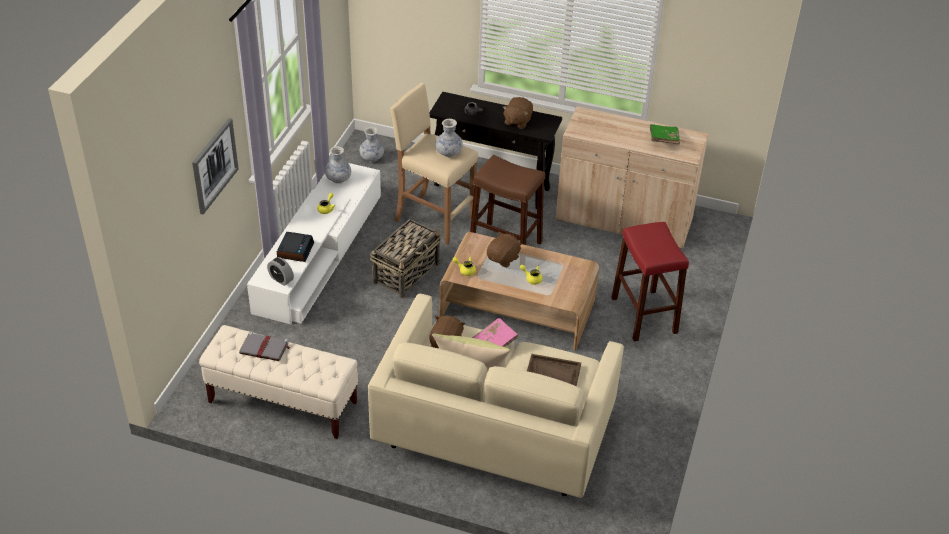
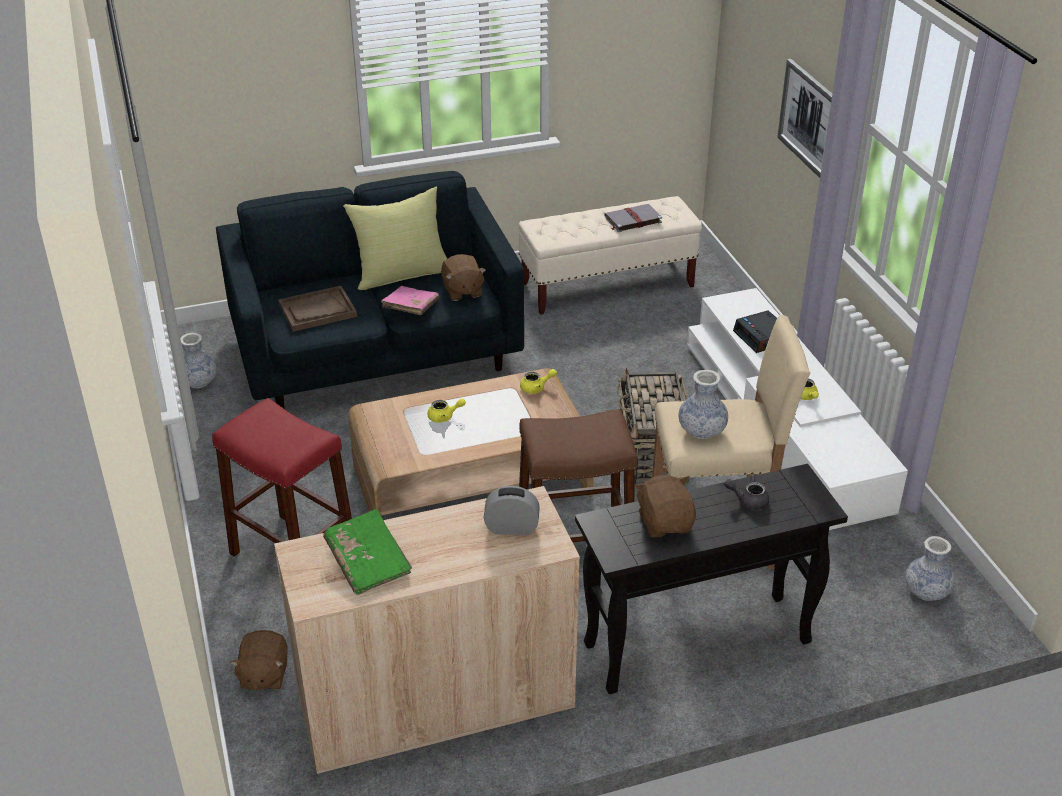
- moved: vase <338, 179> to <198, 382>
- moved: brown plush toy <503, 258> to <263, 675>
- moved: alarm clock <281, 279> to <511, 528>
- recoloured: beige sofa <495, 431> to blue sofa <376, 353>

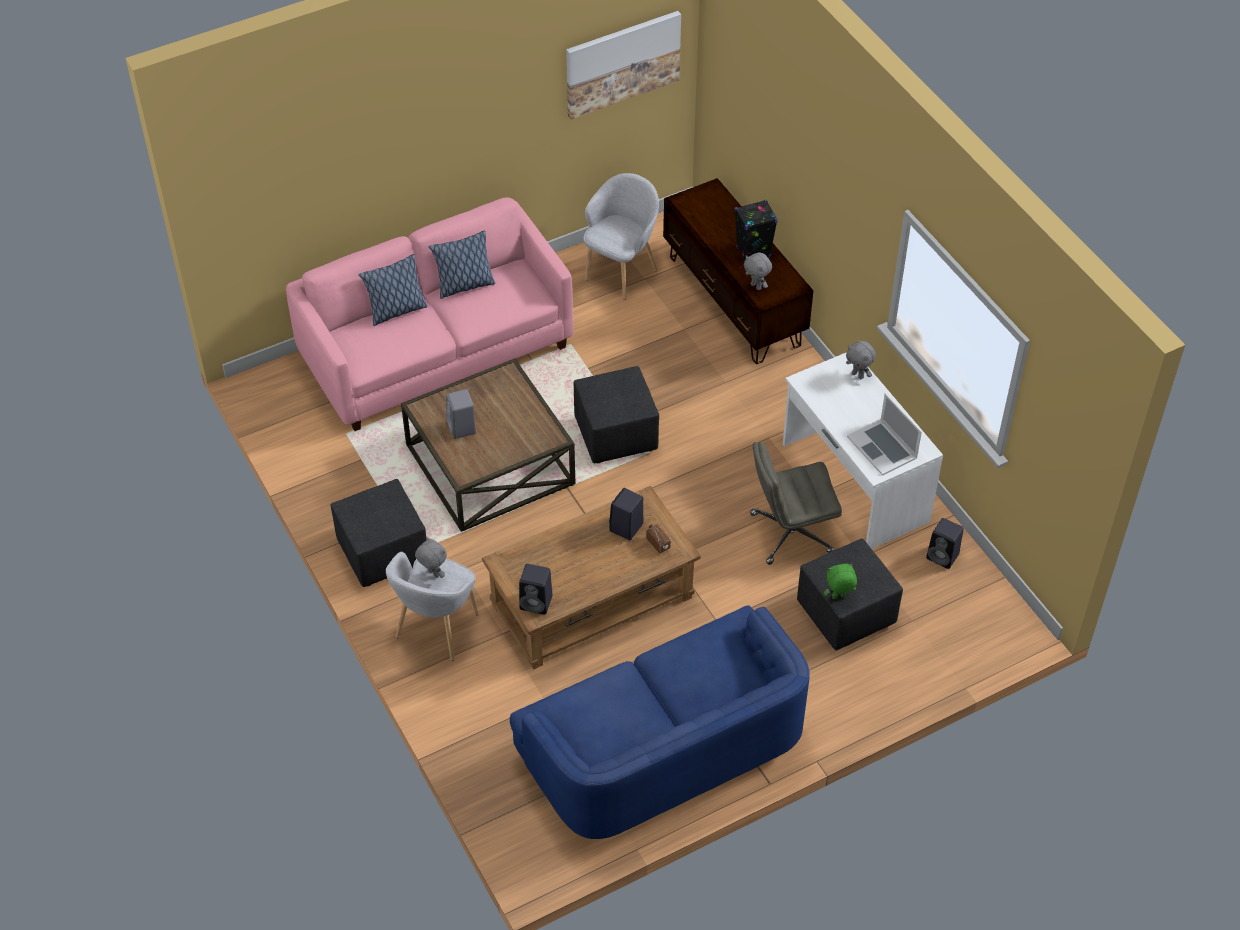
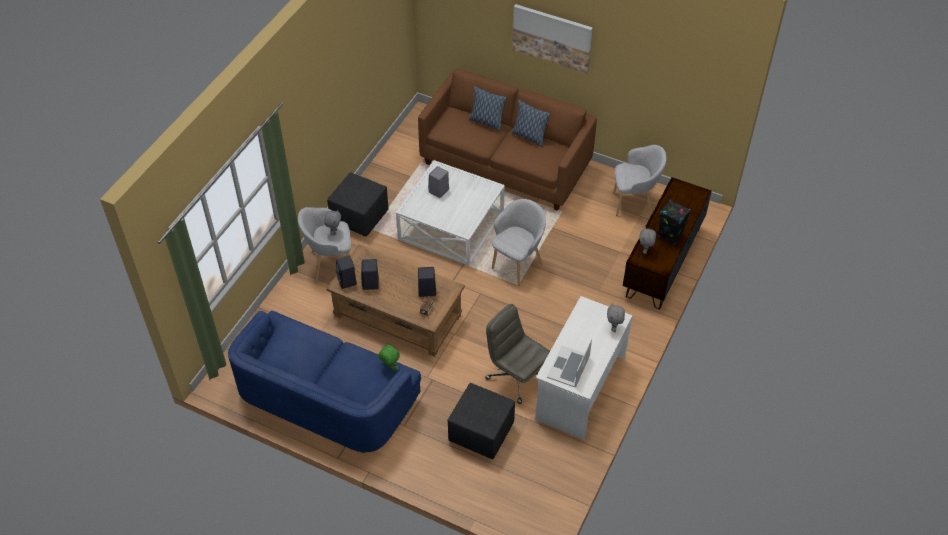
- moved: picture <622, 63> to <552, 37>
- recoloured: pink sofa <437, 351> to brown sofa <506, 164>
- recoloured: brown coffee table <489, 463> to white coffee table <451, 225>
- replaced: black ottoman <616, 435> to grey armchair <517, 264>
- moved: black speaker <943, 556> to <371, 283>
- moved: green plush toy <838, 597> to <390, 367>

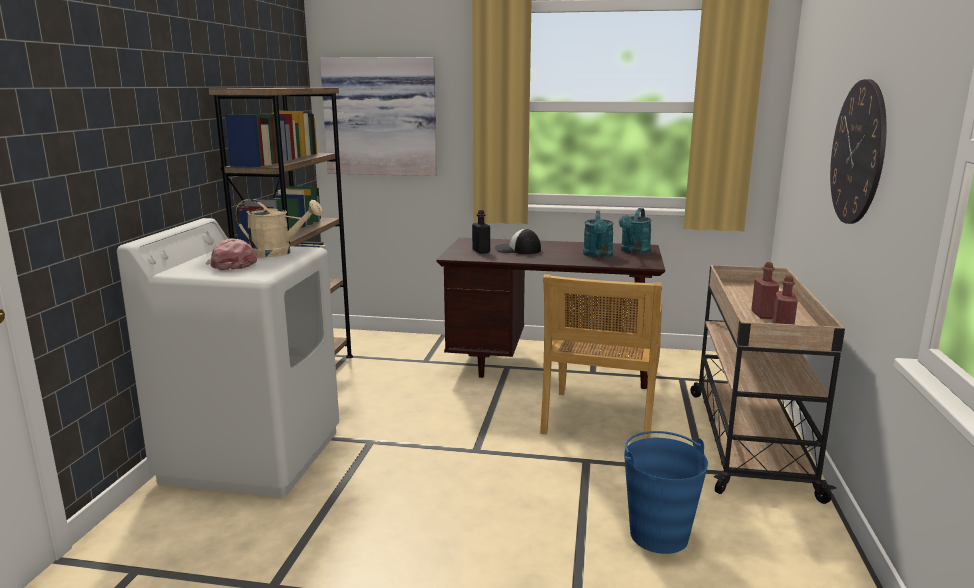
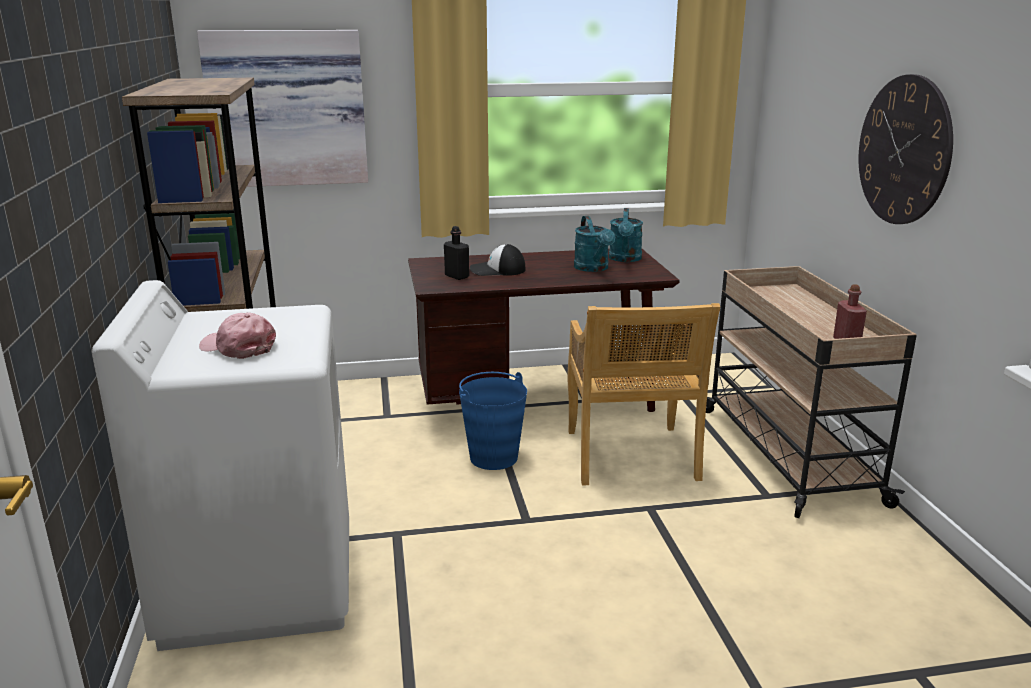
- removed: beige watering can <278, 253>
- removed: red bottle <762, 315>
- moved: blue bucket <658, 535> to <493, 457>

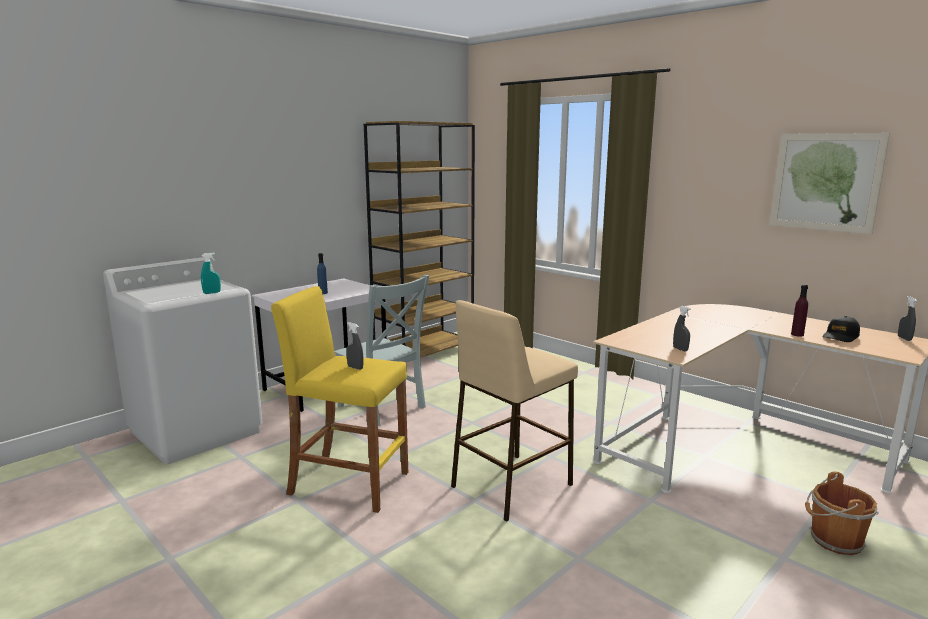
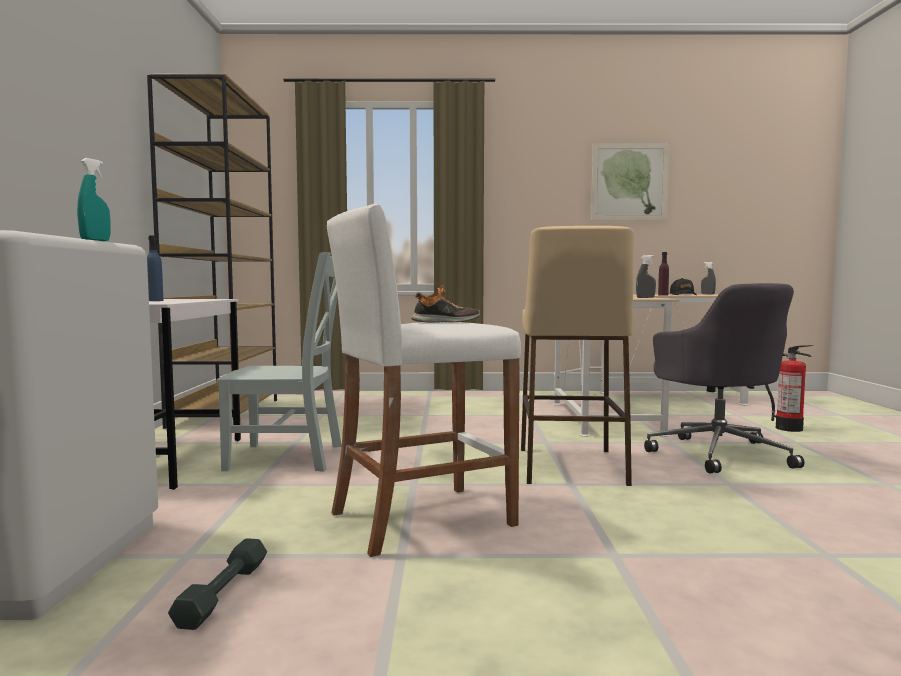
- recoloured: yellow stool <348, 483> to white stool <421, 519>
- replaced: grey spray bottle <355, 368> to shoe <446, 322>
- replaced: brown bucket <834, 541> to fire extinguisher <788, 428>
- added: grey office chair <718, 453>
- added: grey dumbbell <222, 593>

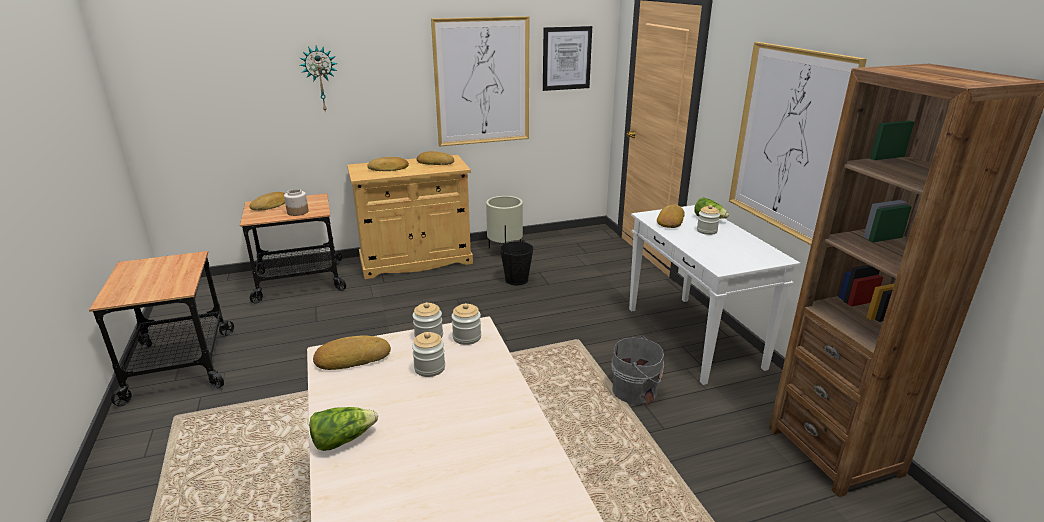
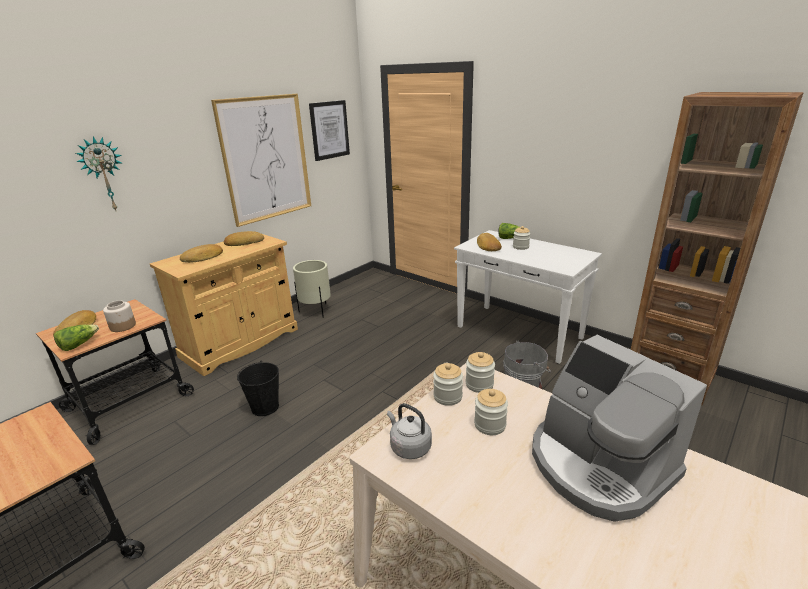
- removed: picture <788, 141>
- moved: black bucket <517, 280> to <265, 407>
- replaced: bread <352, 357> to grey kettle <409, 447>
- moved: lettuce <343, 439> to <79, 344>
- added: coffee machine <598, 465>

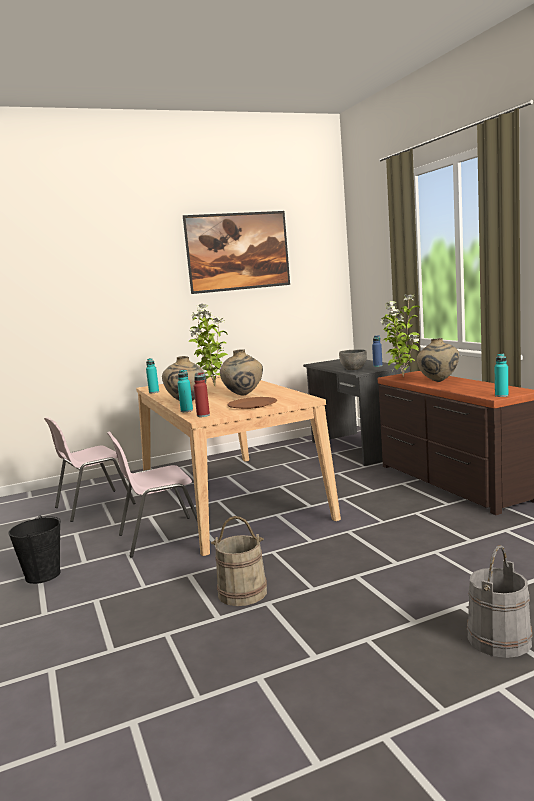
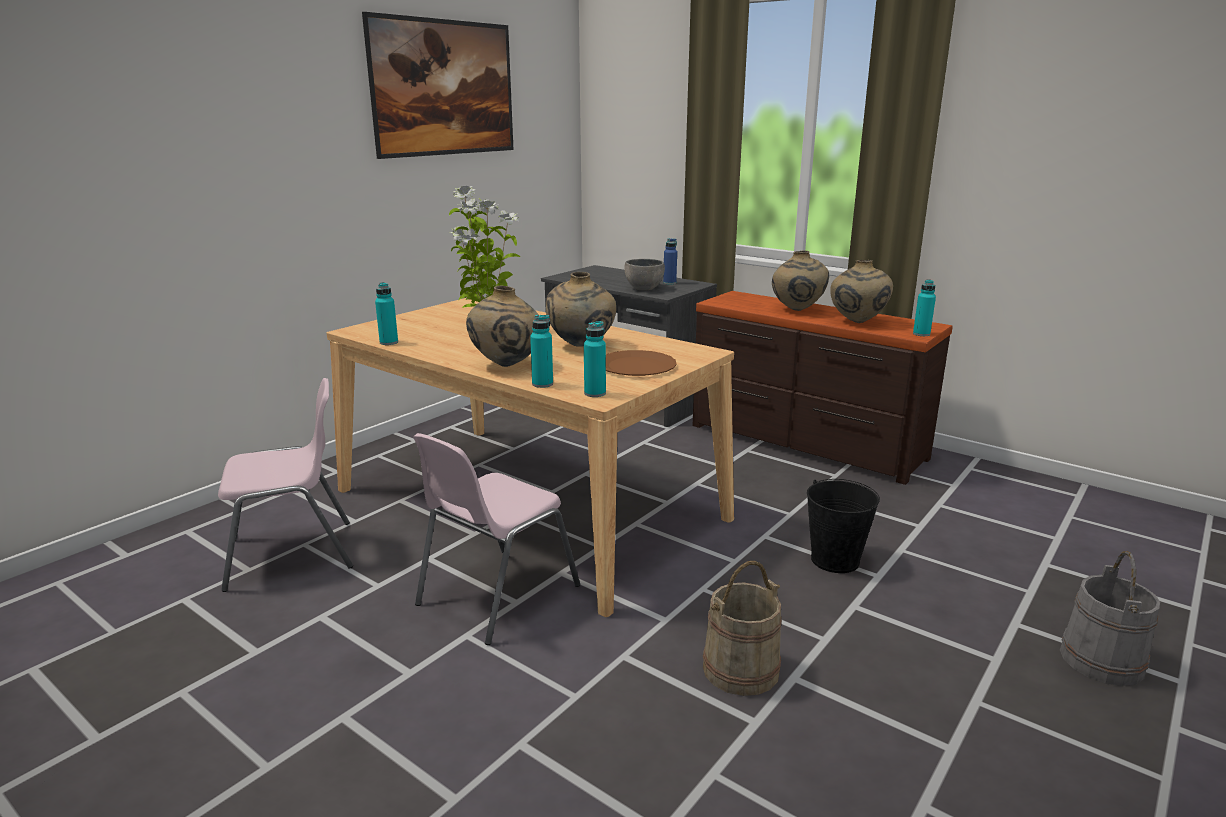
- removed: potted plant <402, 376>
- recoloured: red bottle <203, 415> to turquoise bottle <595, 393>
- turned: pink chair <93, 506> = <293, 554> 135 degrees counterclockwise
- moved: black bucket <42, 575> to <835, 560>
- added: beige vase <857, 322>

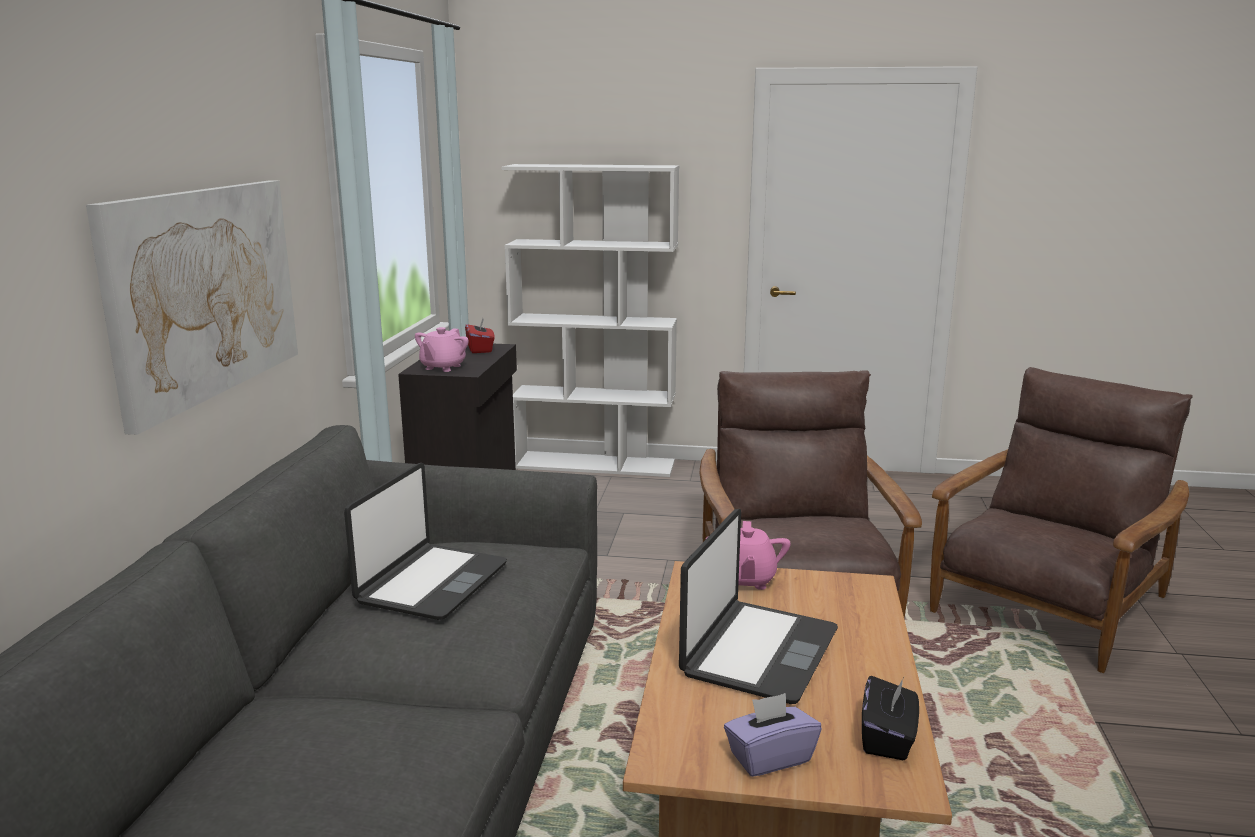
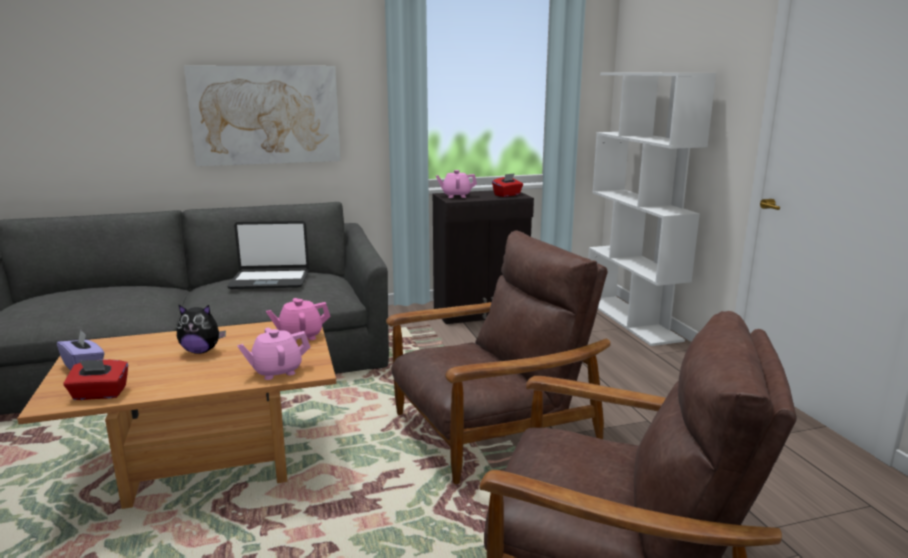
- replaced: laptop <758, 652> to plush toy <201, 351>
- recoloured: black tissue box <887, 738> to red tissue box <99, 394>
- added: pink teapot <276, 371>

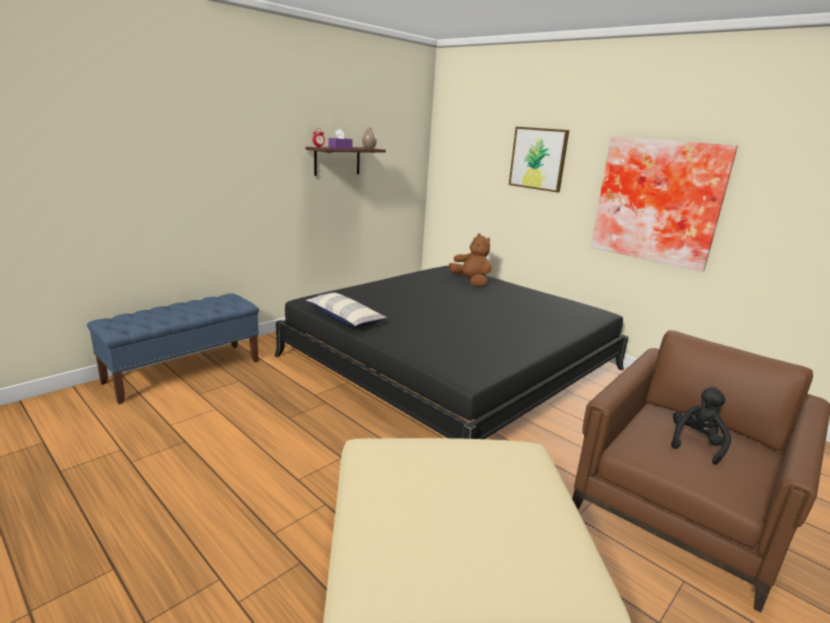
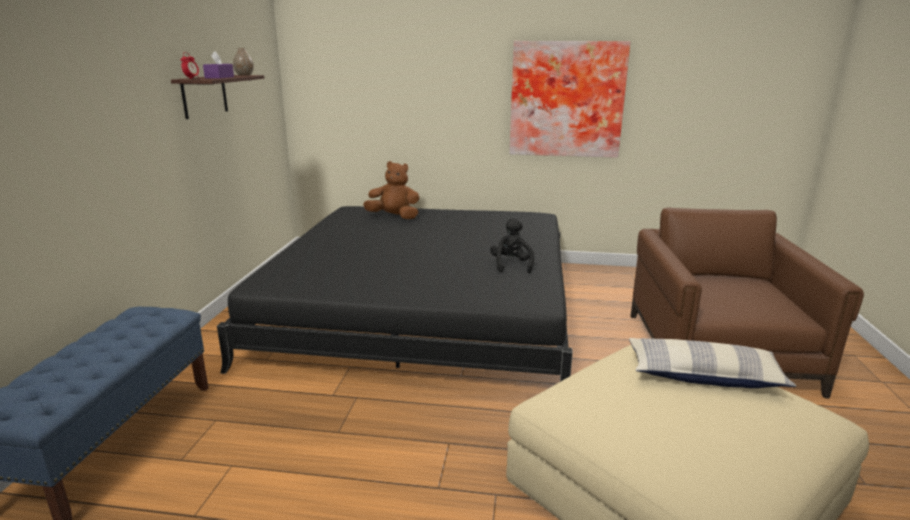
- removed: picture <538, 158>
- moved: pillow <345, 318> to <703, 375>
- moved: black plush toy <696, 444> to <511, 265>

